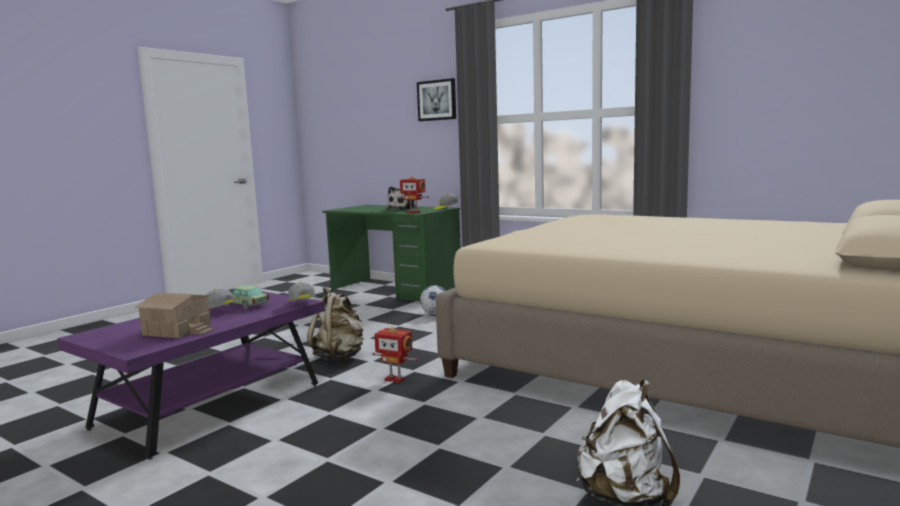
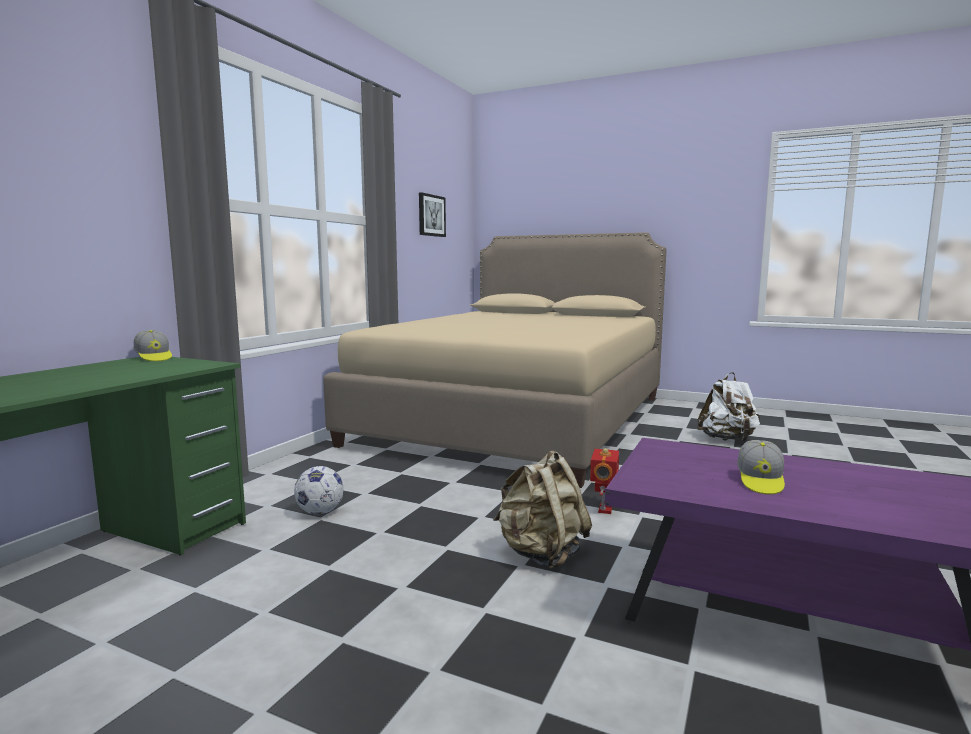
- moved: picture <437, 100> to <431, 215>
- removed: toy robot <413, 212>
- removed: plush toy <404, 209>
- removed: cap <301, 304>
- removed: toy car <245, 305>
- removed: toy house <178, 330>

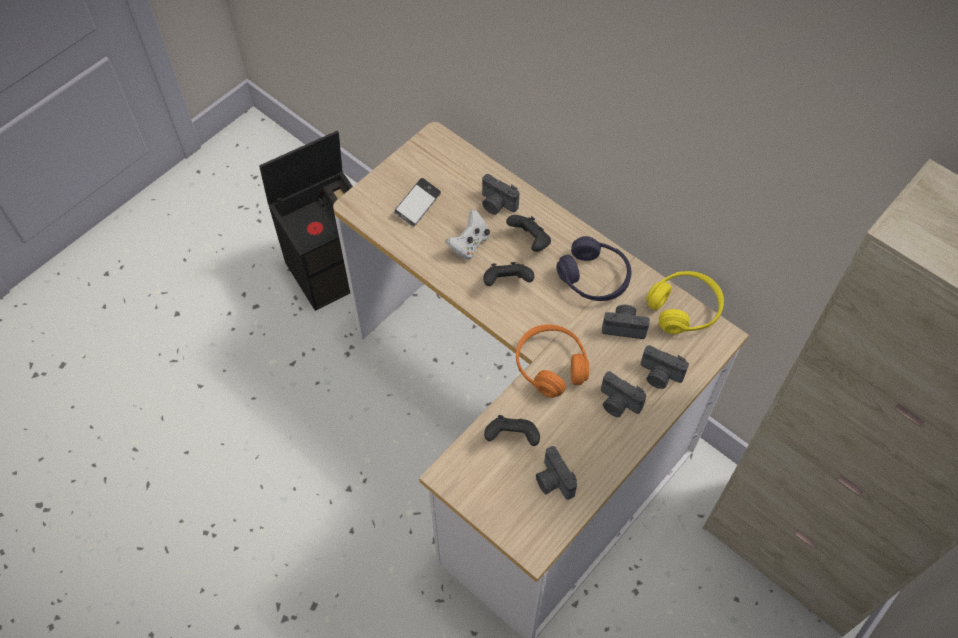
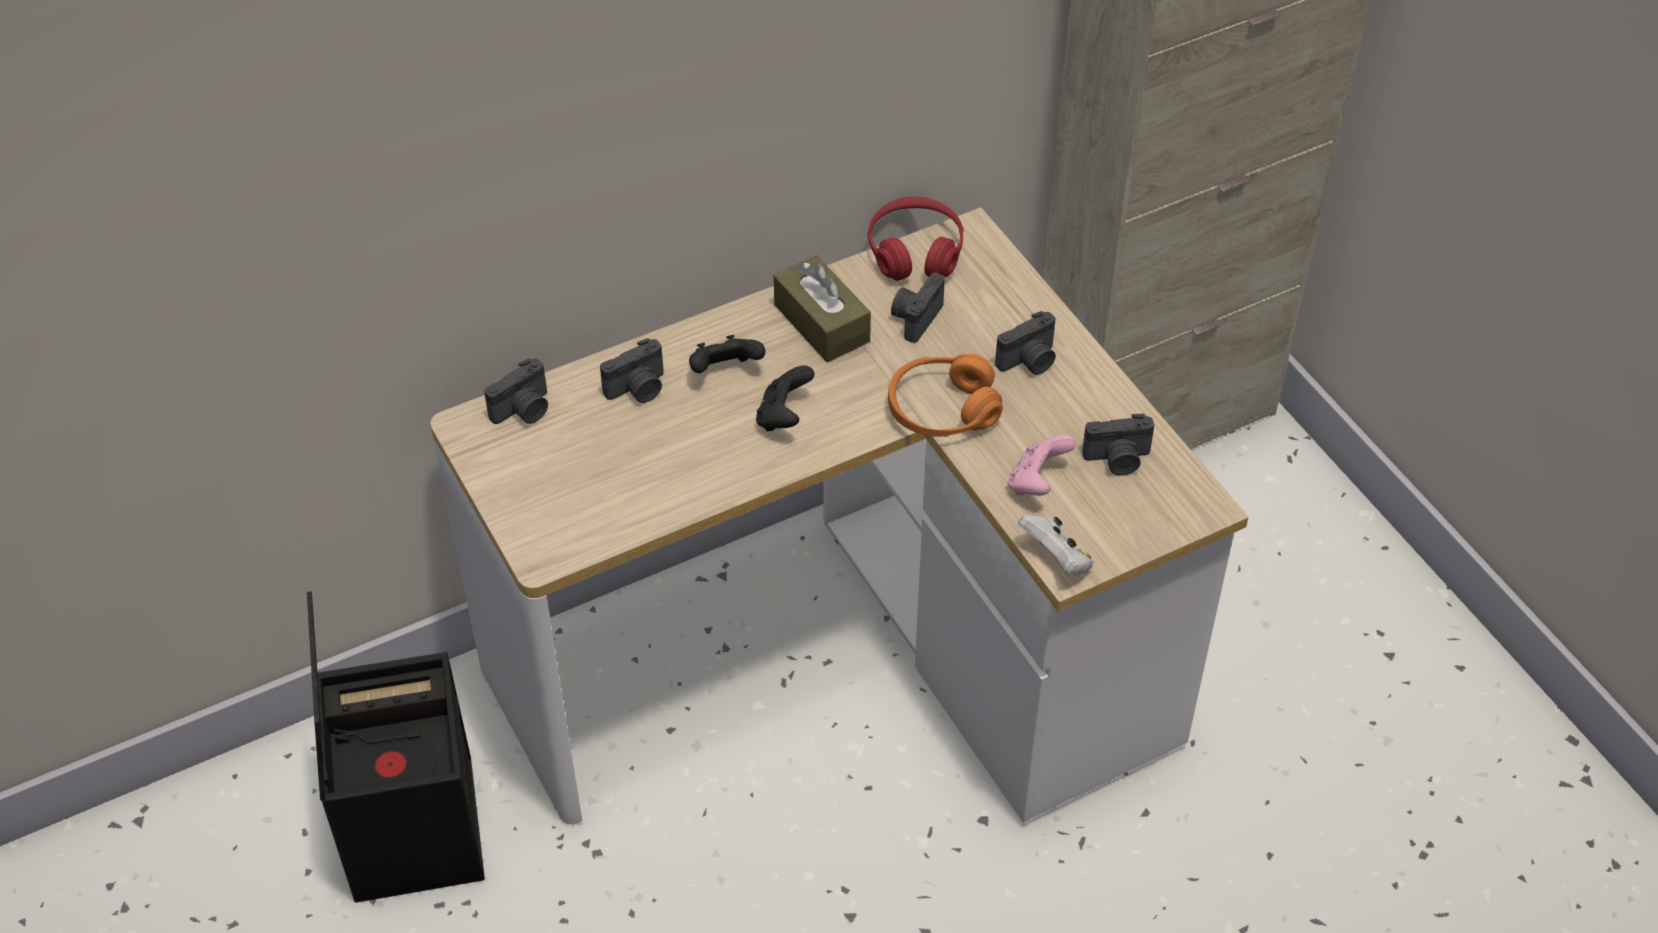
- removed: phone <417, 205>
- moved: white game controller <469, 244> to <1057, 560>
- replaced: purple headphones <594, 277> to brown tissue box <821, 323>
- recoloured: yellow headphones <684, 309> to red headphones <915, 252>
- moved: photo camera <659, 376> to <524, 410>
- recoloured: black game controller <512, 437> to pink game controller <1037, 483>

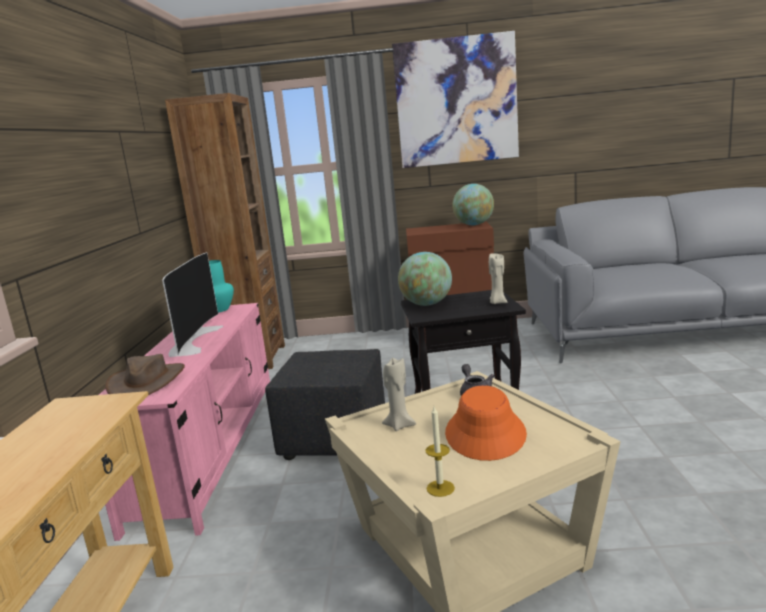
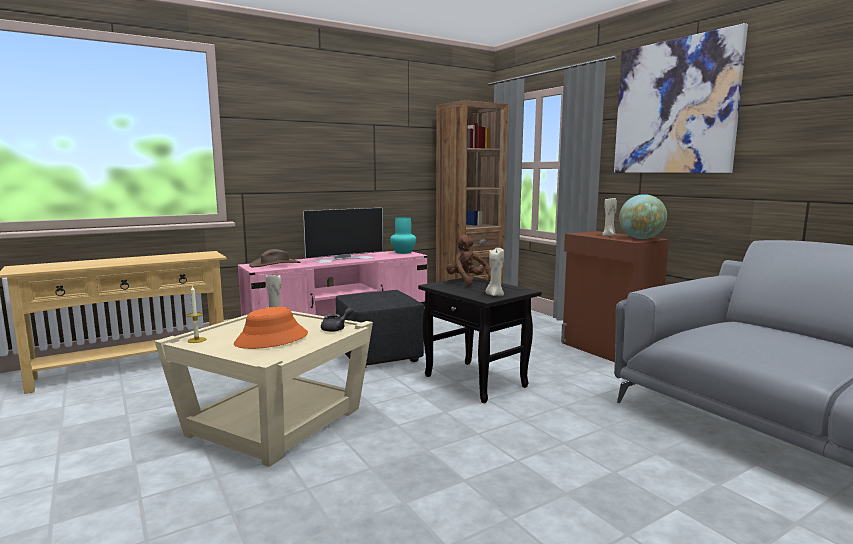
- replaced: globe <426, 304> to brown plush toy <467, 281>
- added: beige candle <609, 236>

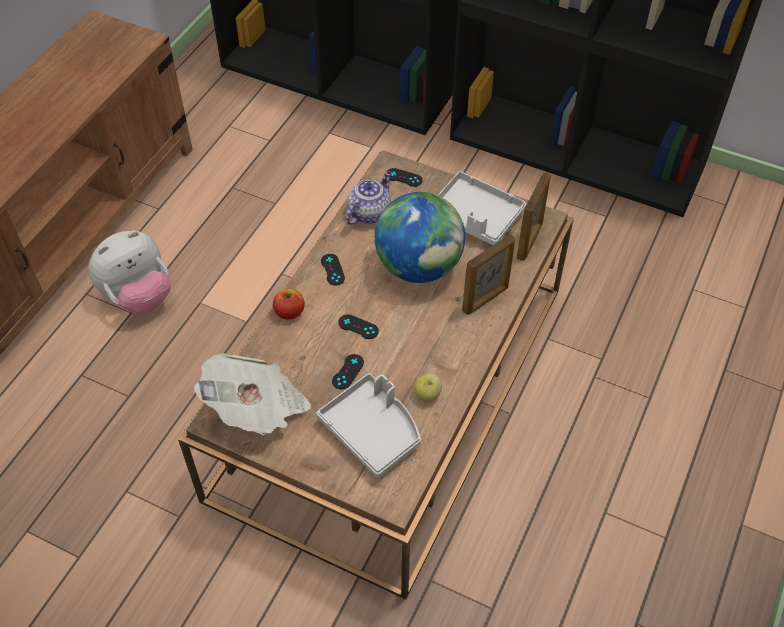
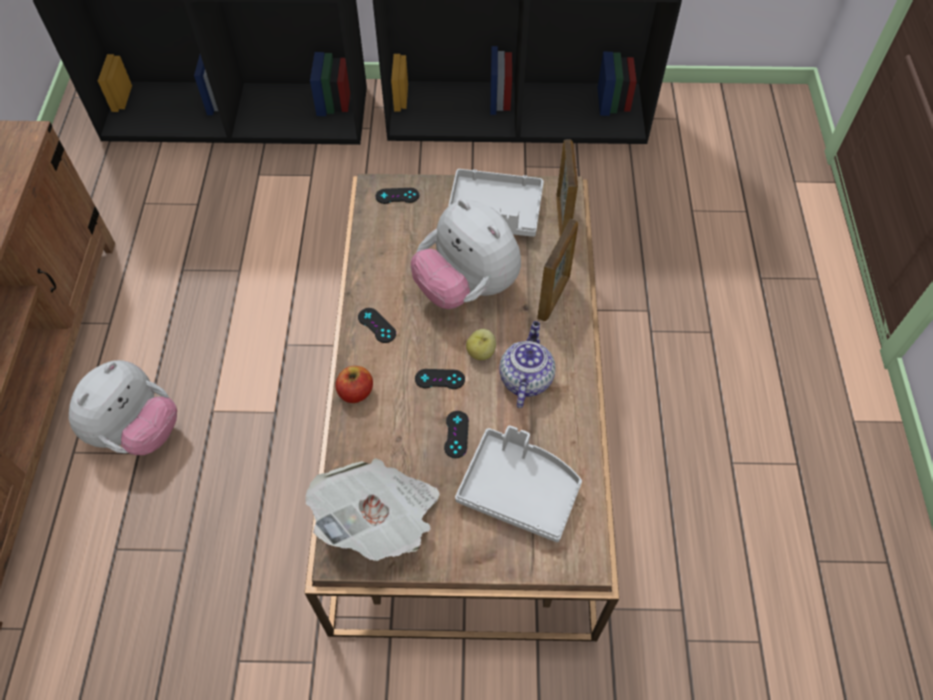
- moved: teapot <369, 212> to <525, 378>
- replaced: globe <419, 266> to plush toy <466, 287>
- moved: apple <427, 395> to <481, 352>

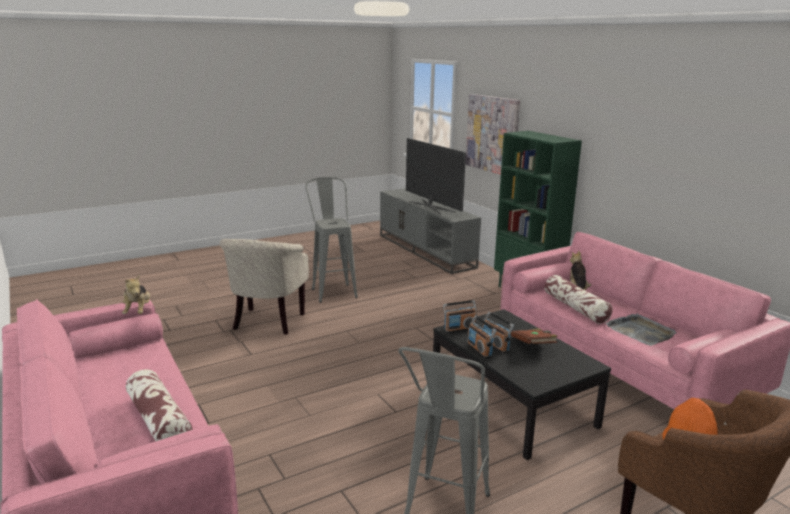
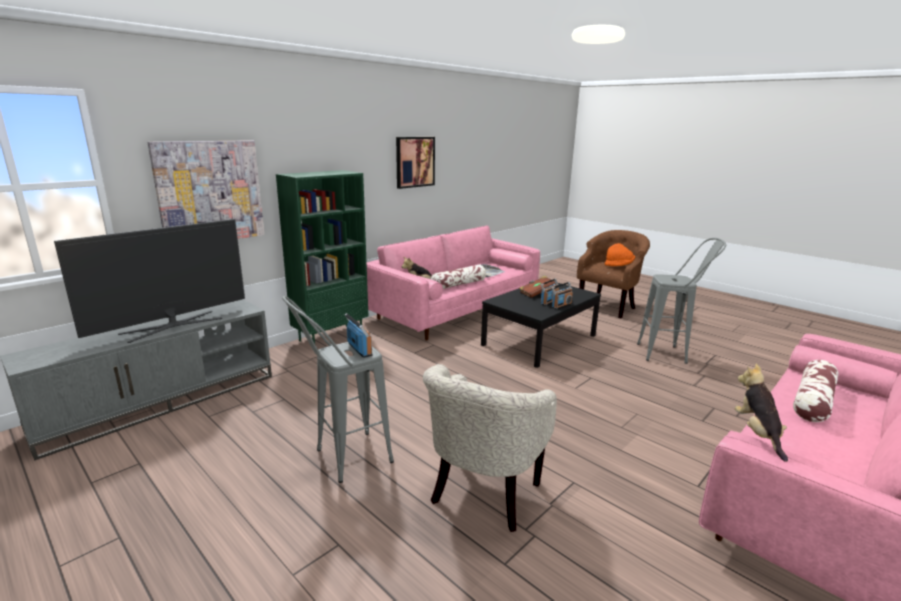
- turned: beige armchair <267, 323> = <482, 496> 120 degrees clockwise
- turned: plush toy <138, 311> = <757, 433> 60 degrees counterclockwise
- moved: radio <459, 329> to <359, 350>
- added: picture <415, 162>

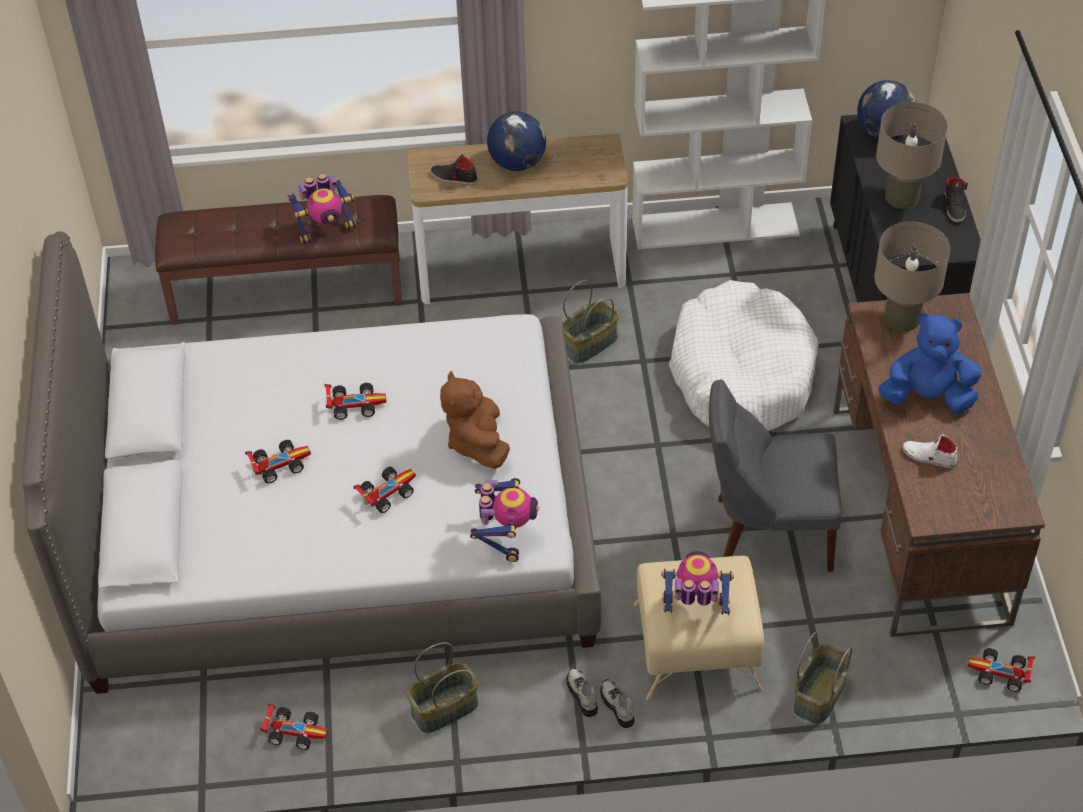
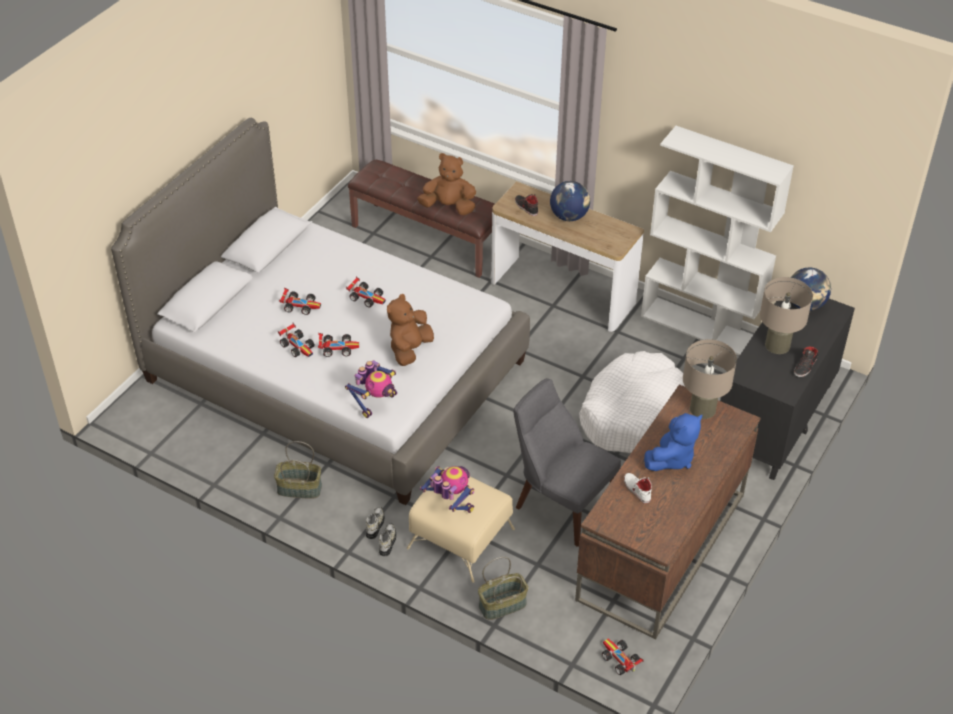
- replaced: toy robot <326, 229> to brown plush toy <449, 207>
- removed: basket <589, 343>
- turned: blue plush toy <927, 397> = <671, 458> 90 degrees clockwise
- moved: toy car <295, 731> to <298, 346>

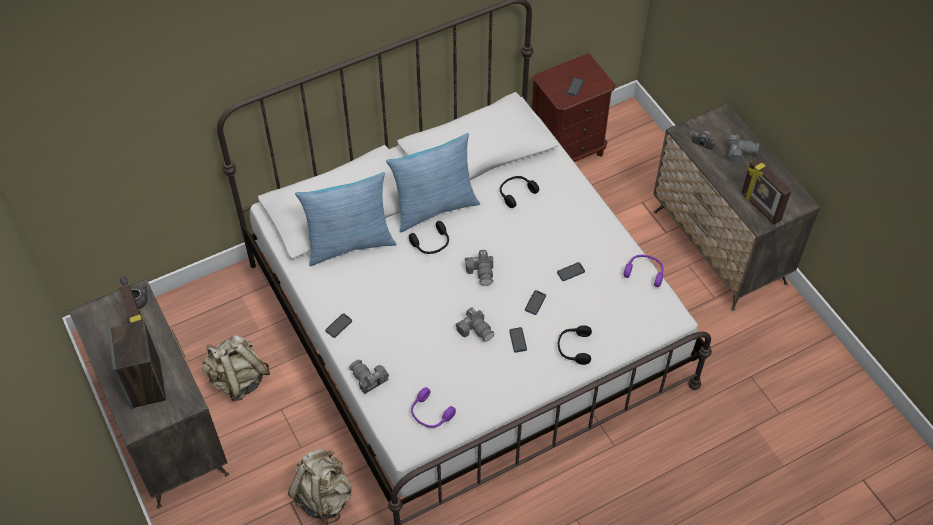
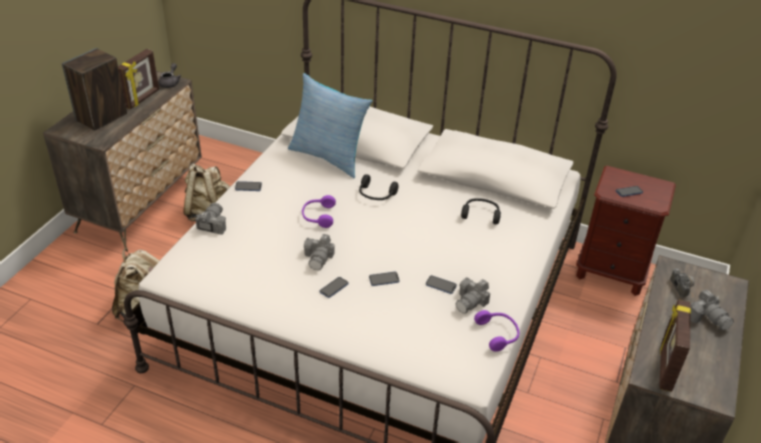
- removed: pillow <434, 207>
- moved: photo camera <481, 272> to <471, 302>
- removed: black headphones <573, 348>
- moved: purple headphones <430, 414> to <318, 216>

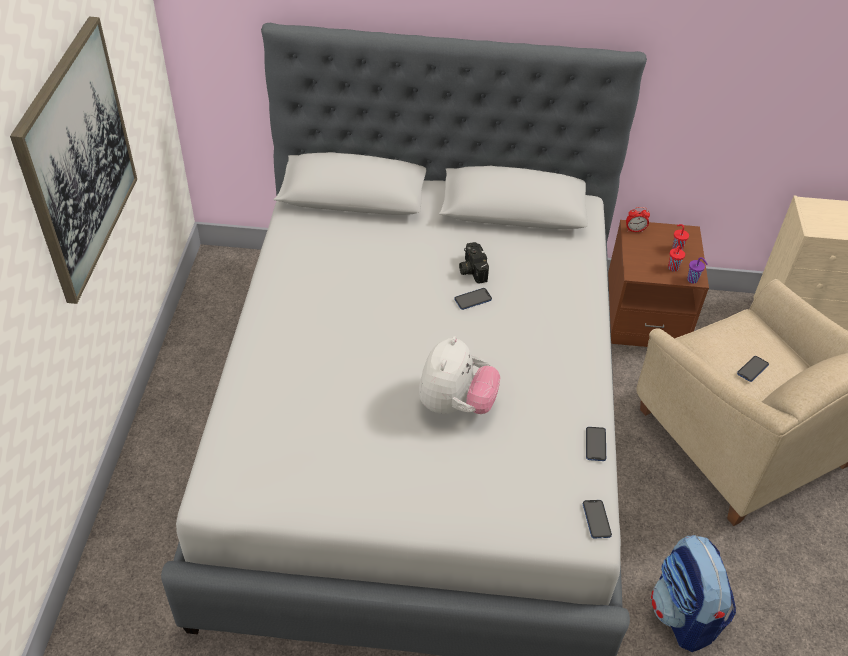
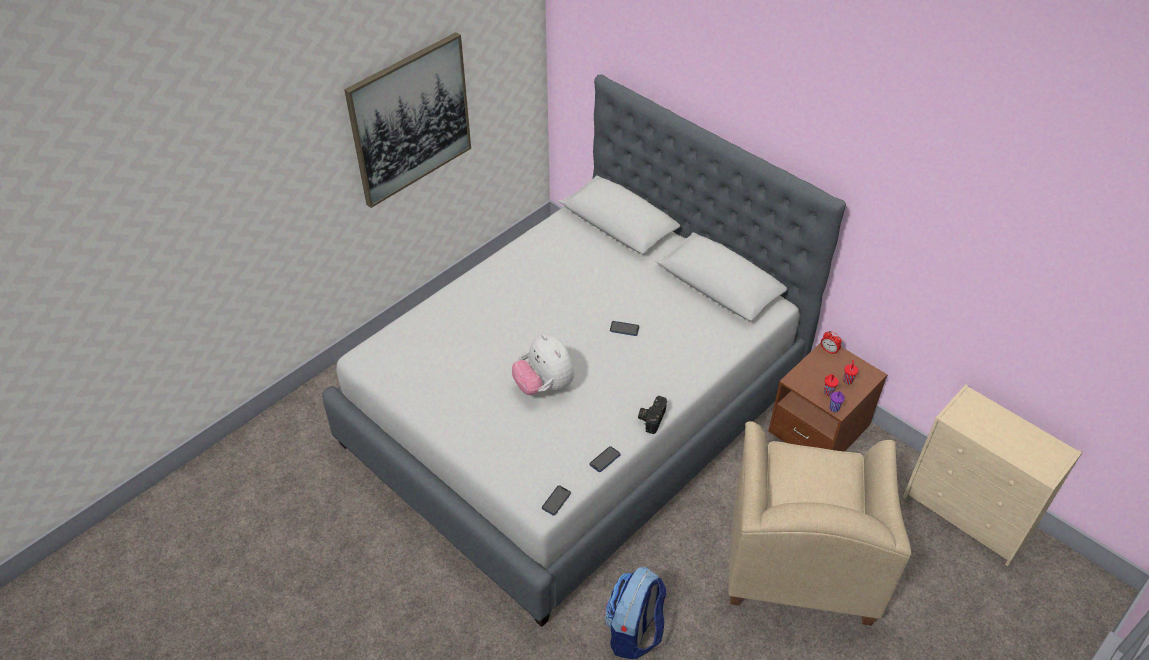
- moved: photo camera <471, 269> to <651, 418>
- turned: plush toy <455, 404> = <544, 386> 90 degrees clockwise
- removed: phone <752, 369>

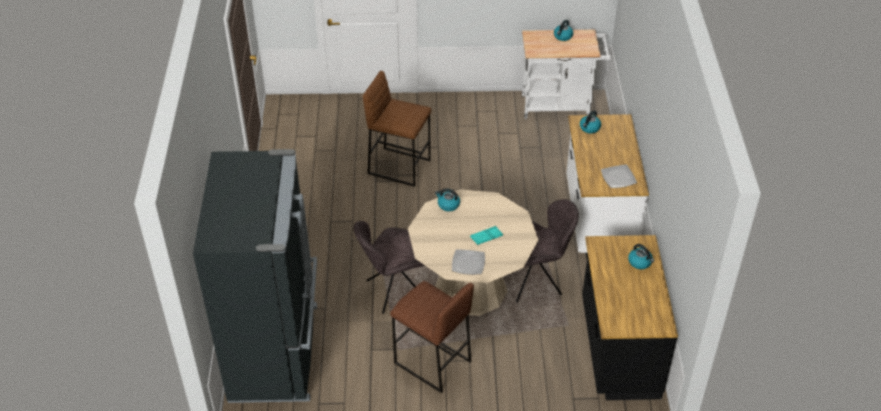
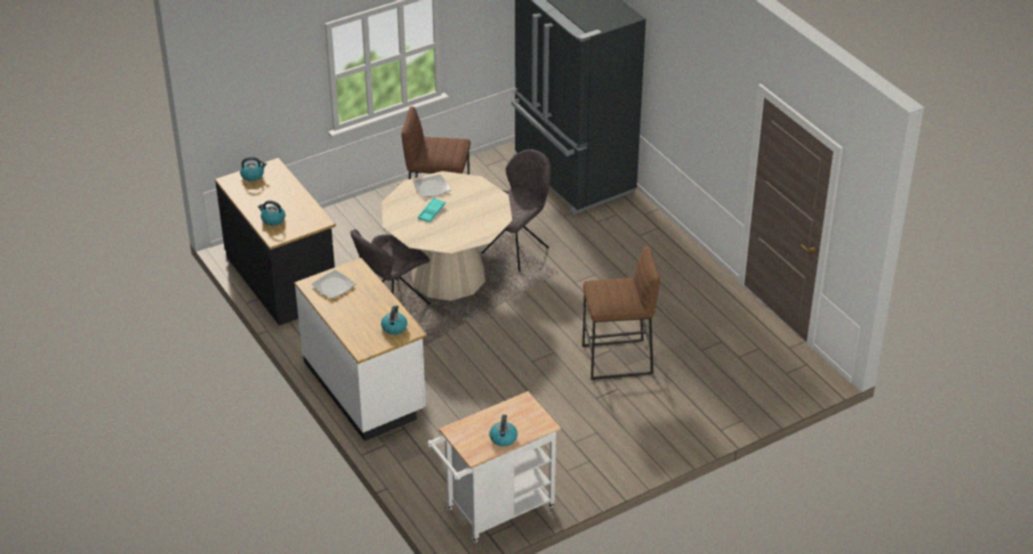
- moved: kettle <448, 205> to <253, 175>

